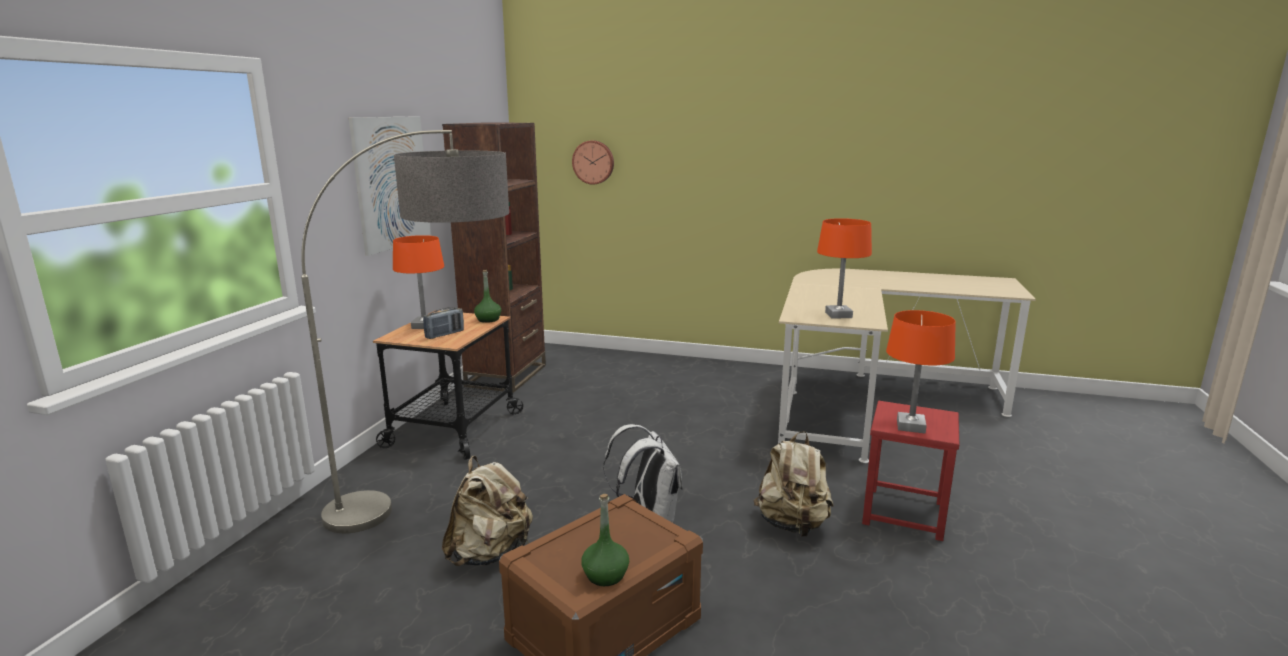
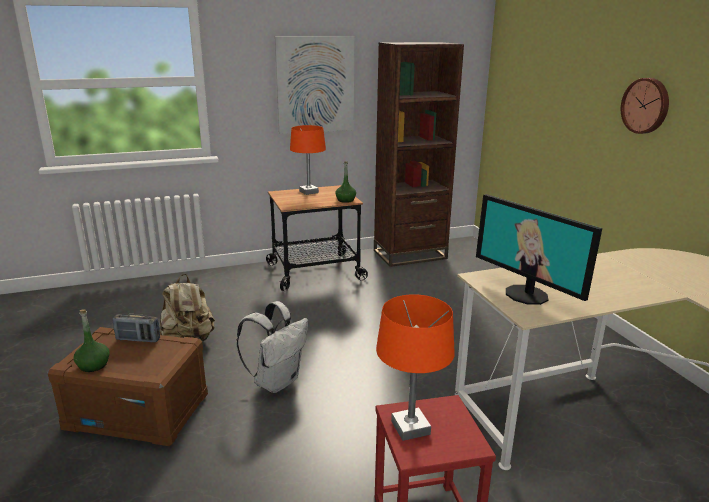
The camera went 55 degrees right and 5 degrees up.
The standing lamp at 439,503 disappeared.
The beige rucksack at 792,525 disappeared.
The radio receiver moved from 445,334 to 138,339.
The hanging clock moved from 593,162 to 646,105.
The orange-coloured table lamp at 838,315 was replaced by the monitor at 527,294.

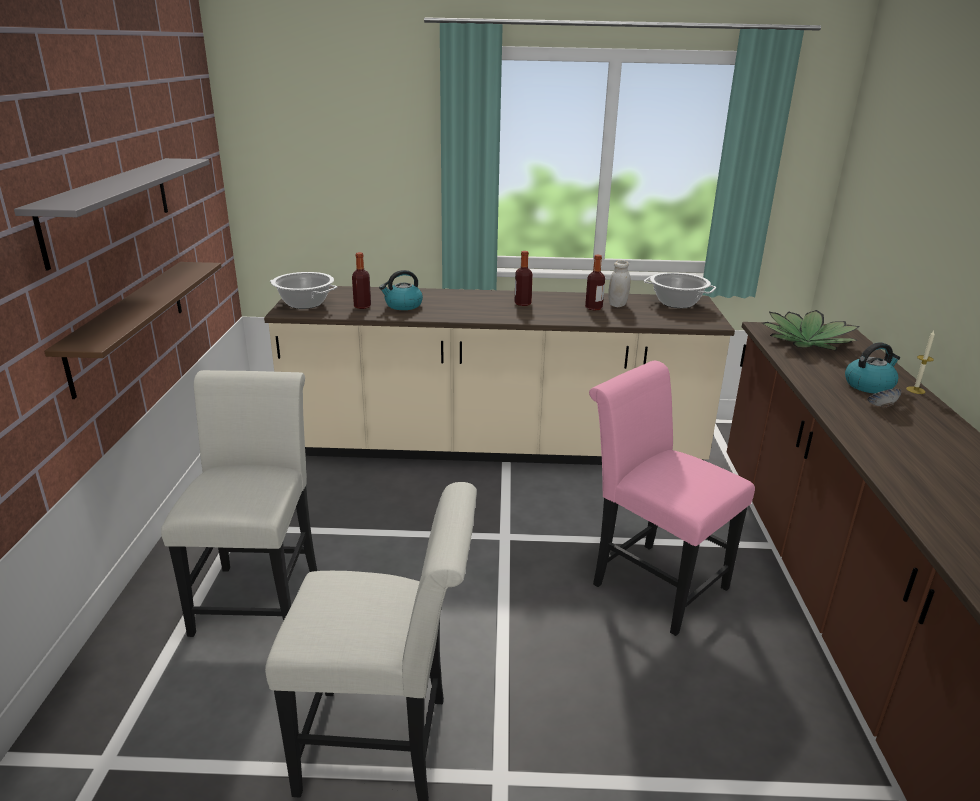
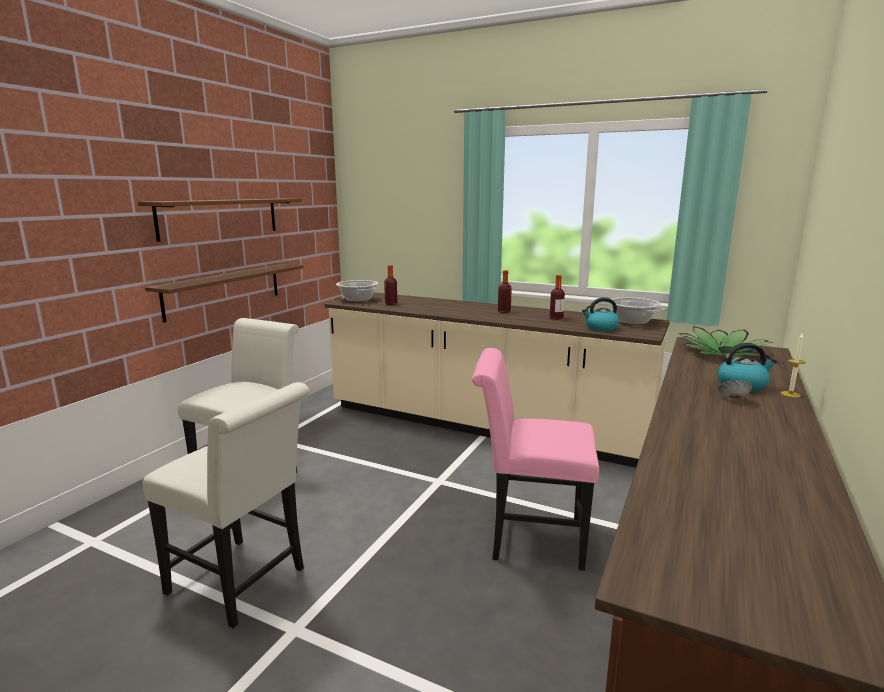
The camera went 25 degrees right and 10 degrees down.
The whitish preserve jar at 617,305 disappeared.
The tea kettle moved from 403,305 to 601,328.
The greyish shelf at 109,208 became the brown shelf at 220,217.
The pink-coloured upright chair at 652,581 turned 60 degrees counterclockwise.

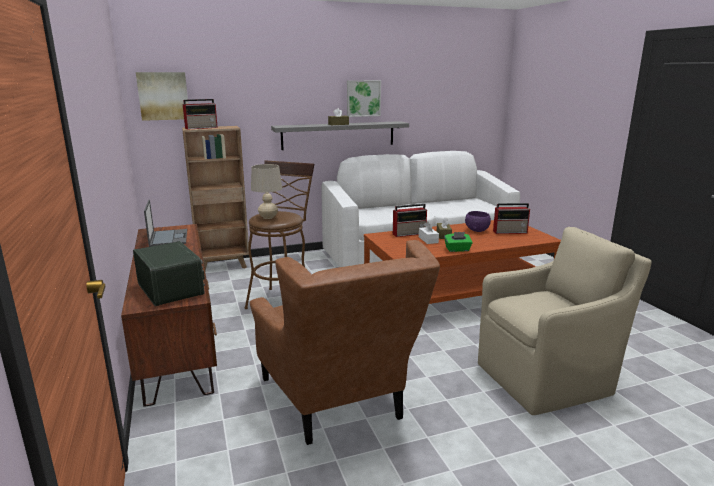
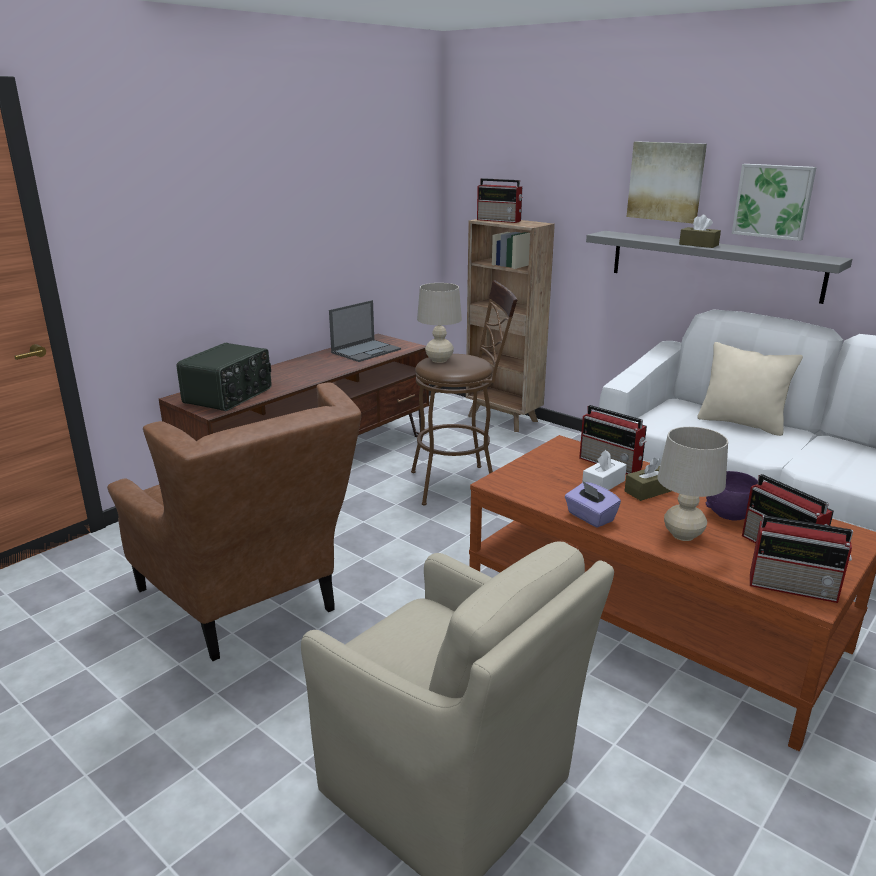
The camera went 60 degrees right and 5 degrees up.
The beige table lamp at 682,535 appeared.
The beige throw pillow at 741,423 appeared.
The radio receiver at 794,587 appeared.
The picture moved from 163,96 to 666,181.
The green box of tissues at 457,249 became the purple-coloured box of tissues at 590,517.
The brown armchair at 339,404 turned 75 degrees counterclockwise.

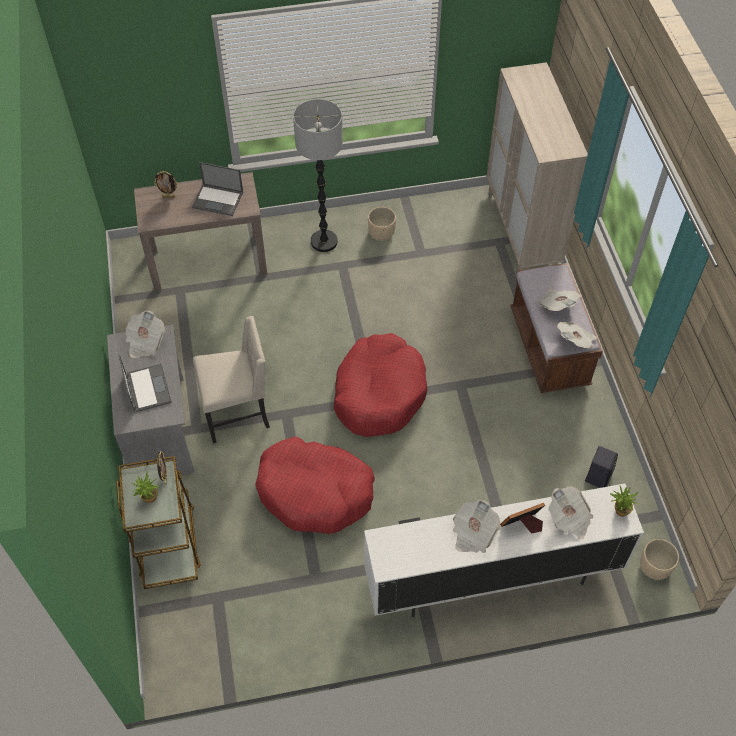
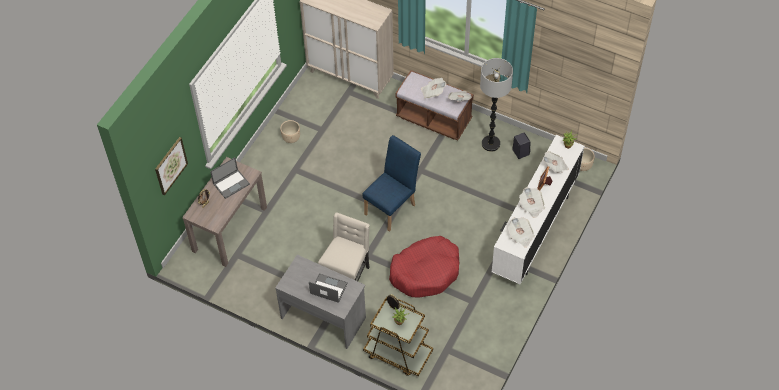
The camera went 50 degrees left and 0 degrees up.
The picture at 170,165 appeared.
The printed paper moved from 145,342 to 521,236.
The standing lamp moved from 324,242 to 490,144.
The red dog bed at 379,393 was replaced by the blue-coloured upright chair at 392,207.

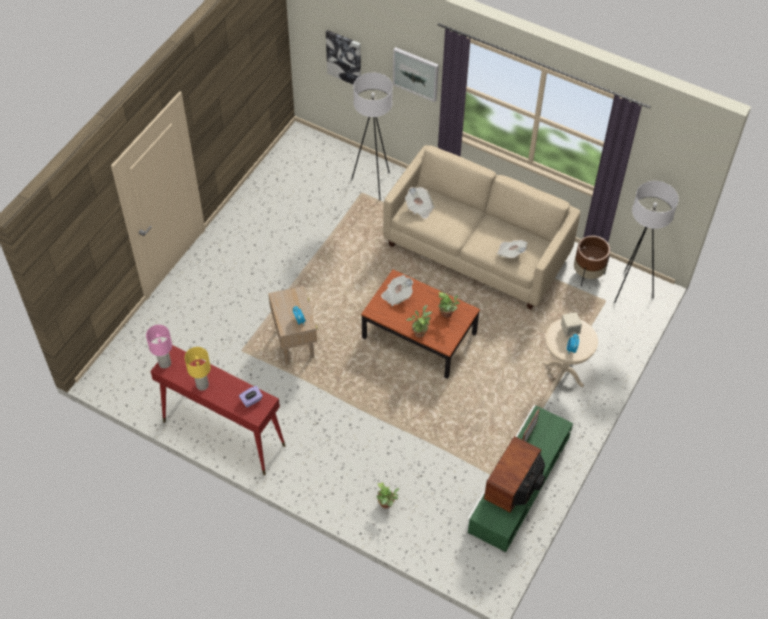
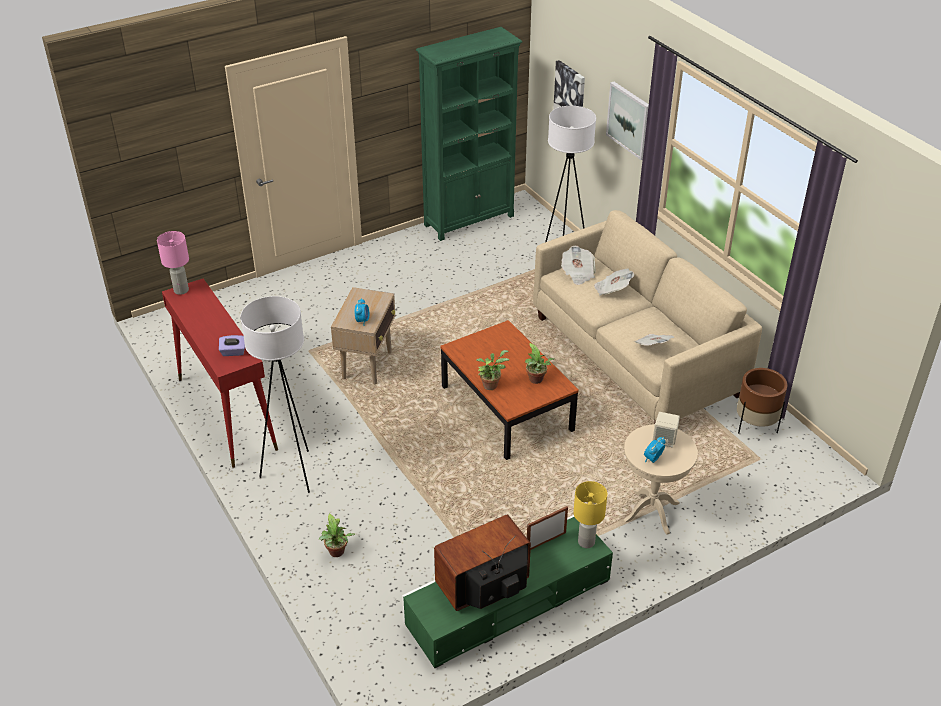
The camera went 30 degrees right and 15 degrees down.
The green shelving unit at 469,220 appeared.
The yellowish table lamp moved from 202,385 to 585,542.
The printed paper moved from 397,295 to 612,290.
The whitish standing lamp moved from 630,290 to 293,472.

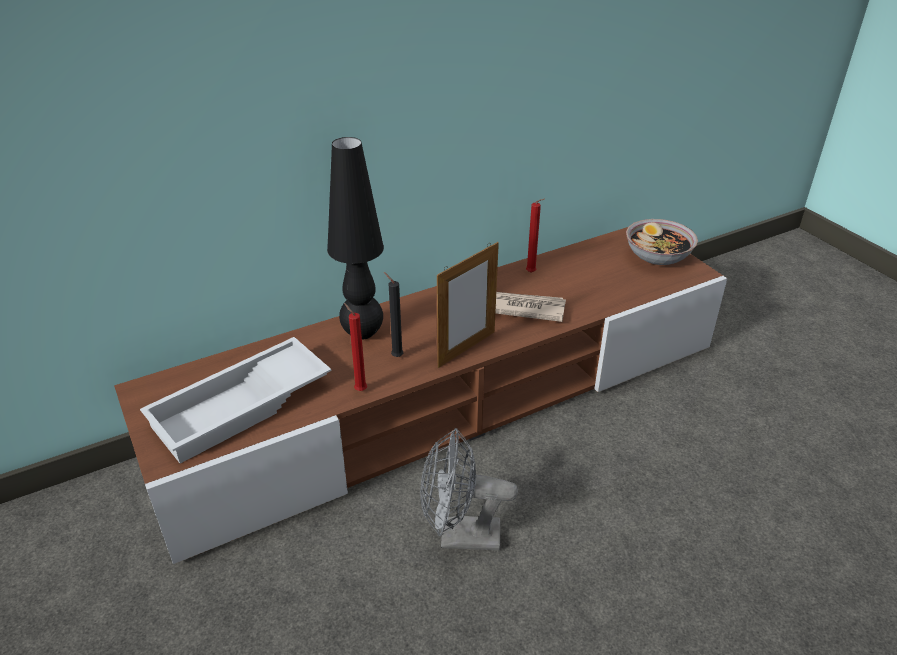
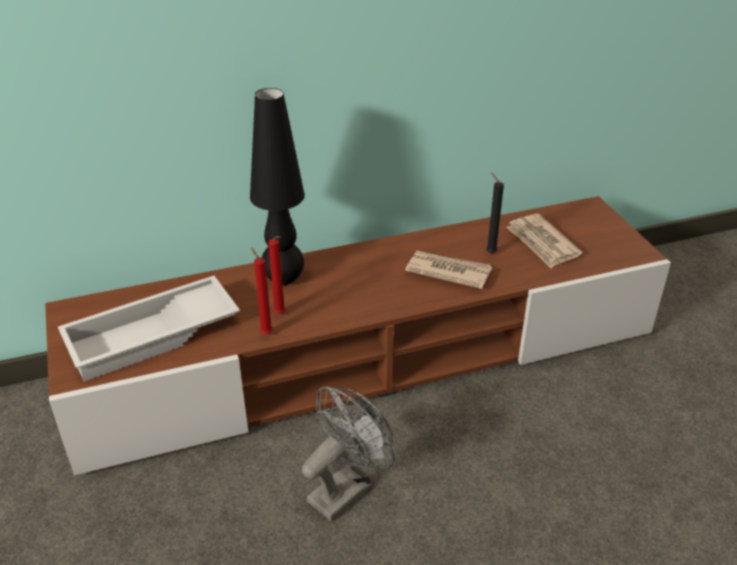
The camera went 10 degrees right and 0 degrees up.
The standing frame at 466,349 disappeared.
The deep dish at 657,256 disappeared.
The printed paper at 542,243 appeared.
The black wax candle moved from 395,356 to 489,252.
The red wax candle moved from 532,273 to 281,314.
The greyish electric fan at 459,536 turned 120 degrees clockwise.

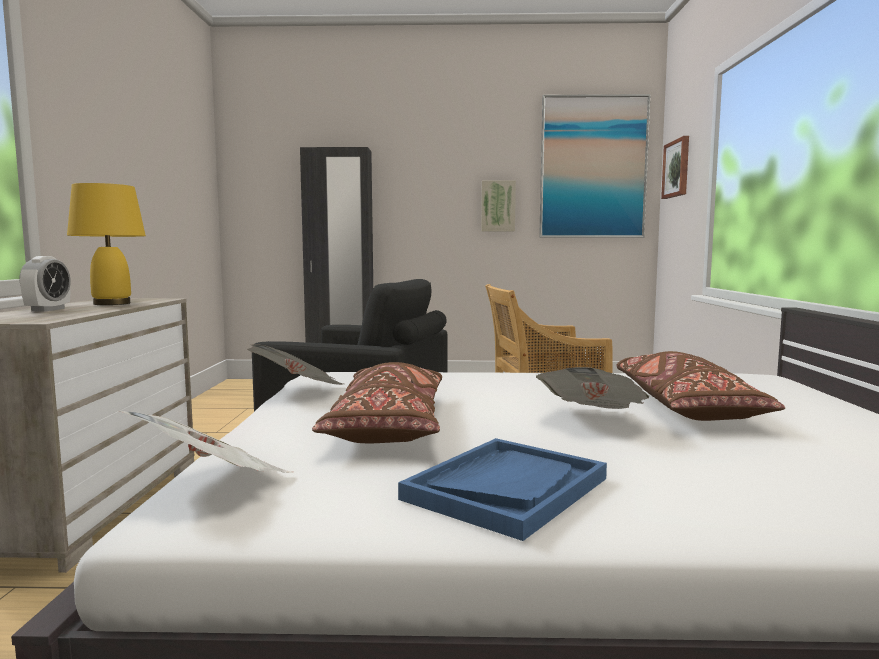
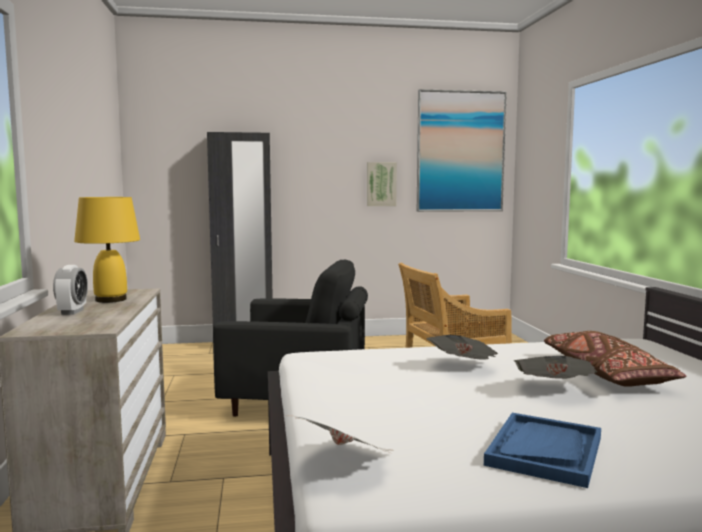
The camera went 10 degrees left and 0 degrees up.
The brown throw pillow at 389,425 disappeared.
The picture at 677,168 disappeared.
The printed paper moved from 299,391 to 463,367.

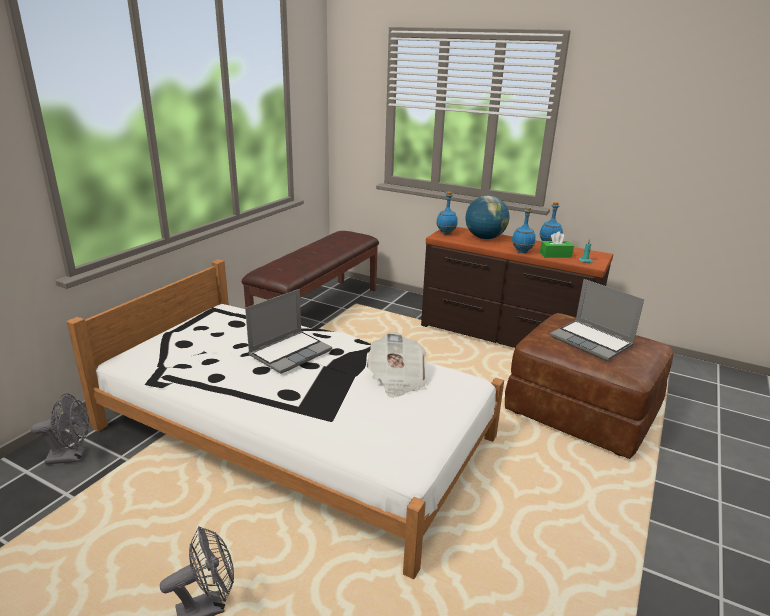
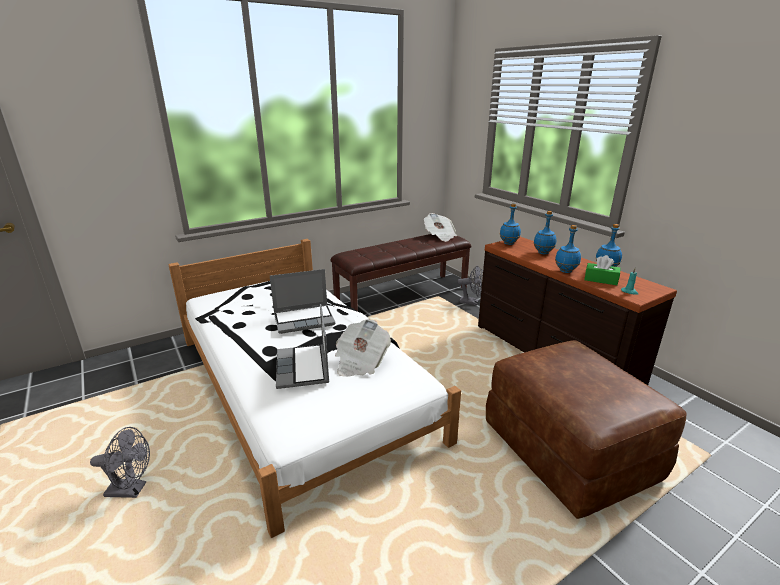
The camera went 30 degrees right and 0 degrees up.
The printed paper at 439,236 appeared.
The greyish electric fan moved from 72,456 to 472,302.
The laptop moved from 592,341 to 303,368.
The desk globe at 485,238 was replaced by the blue-coloured beverage bottle at 542,253.

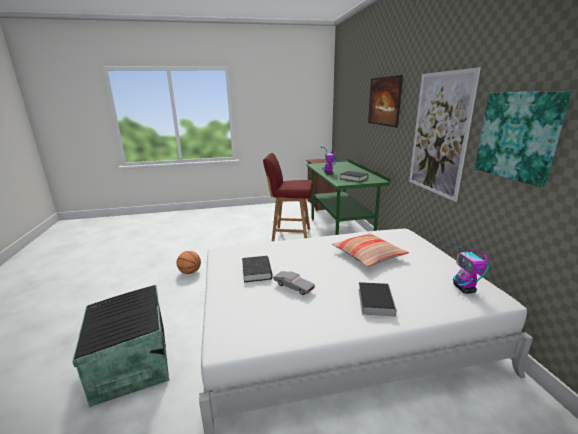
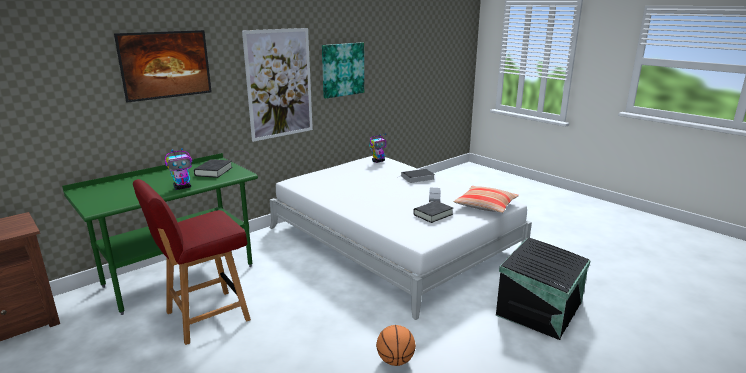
The camera went 120 degrees left and 0 degrees up.
The throw pillow moved from 368,256 to 485,206.
The red upright chair at 290,234 turned 75 degrees clockwise.

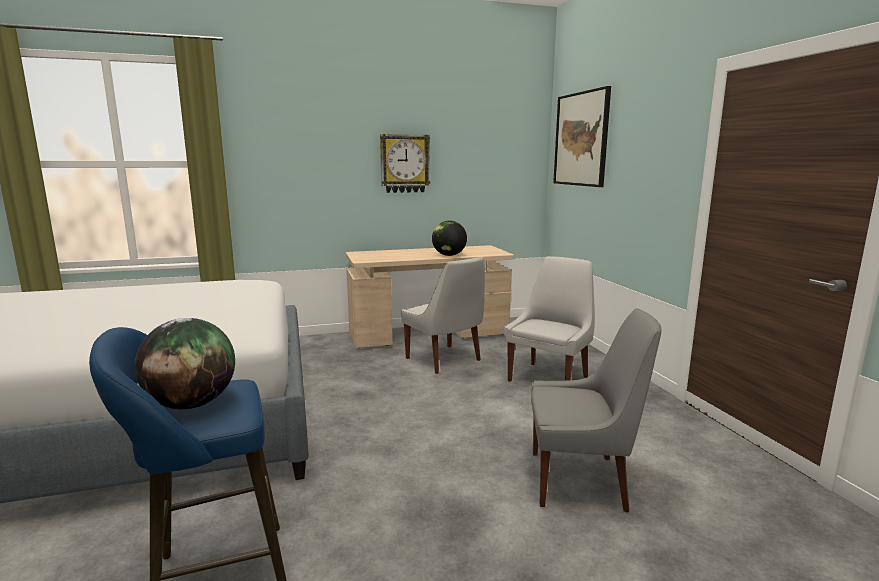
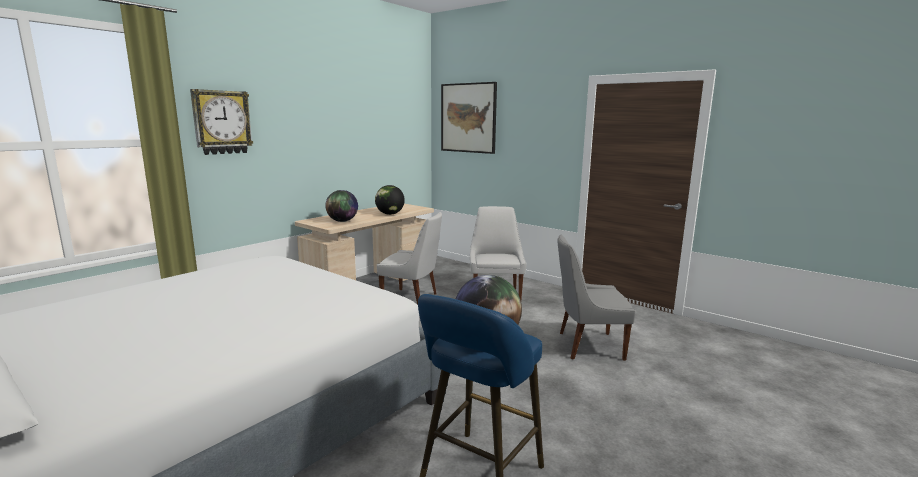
The camera went 35 degrees left and 0 degrees up.
The desk globe at 342,221 appeared.
The hanging clock moved from 404,163 to 222,122.
The greyish upright chair at 582,481 turned 150 degrees counterclockwise.

